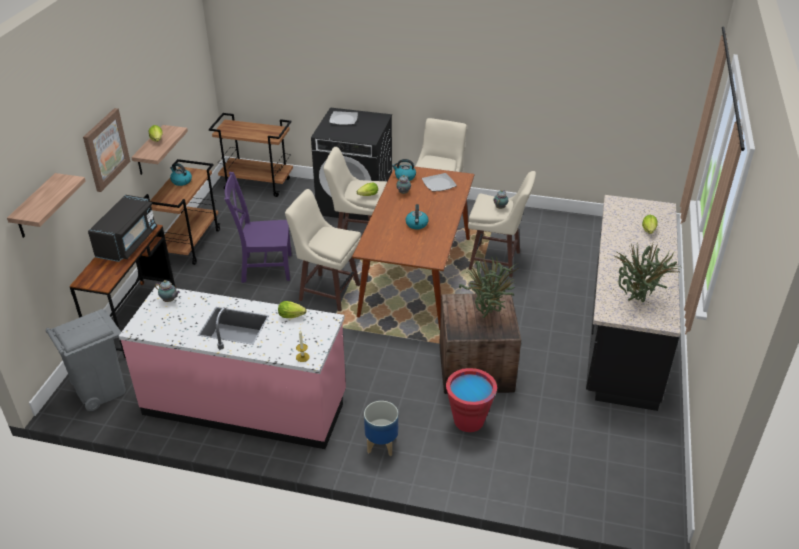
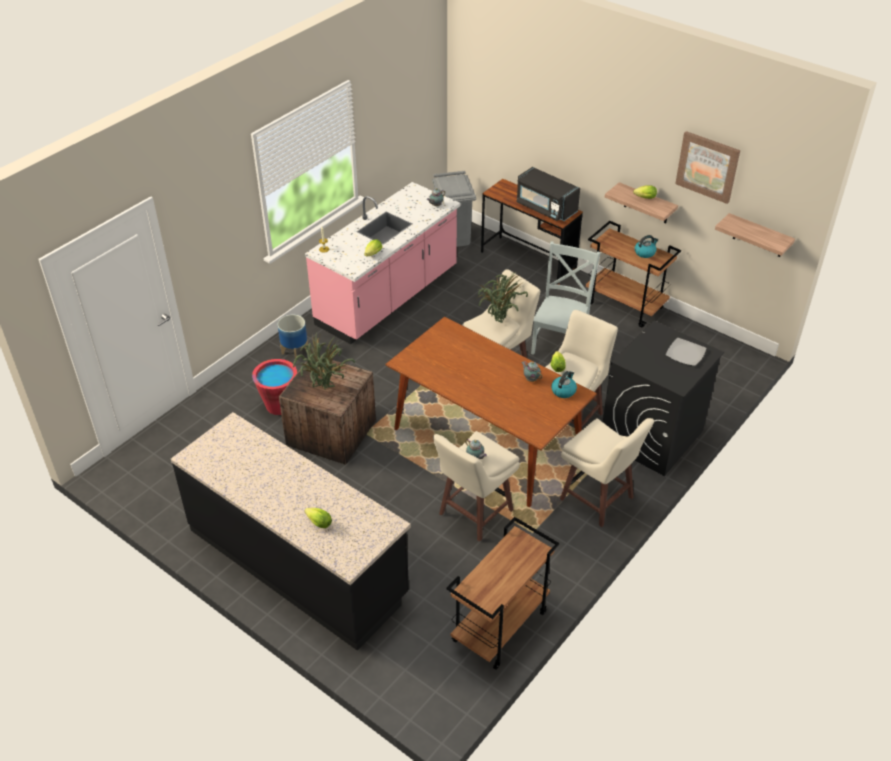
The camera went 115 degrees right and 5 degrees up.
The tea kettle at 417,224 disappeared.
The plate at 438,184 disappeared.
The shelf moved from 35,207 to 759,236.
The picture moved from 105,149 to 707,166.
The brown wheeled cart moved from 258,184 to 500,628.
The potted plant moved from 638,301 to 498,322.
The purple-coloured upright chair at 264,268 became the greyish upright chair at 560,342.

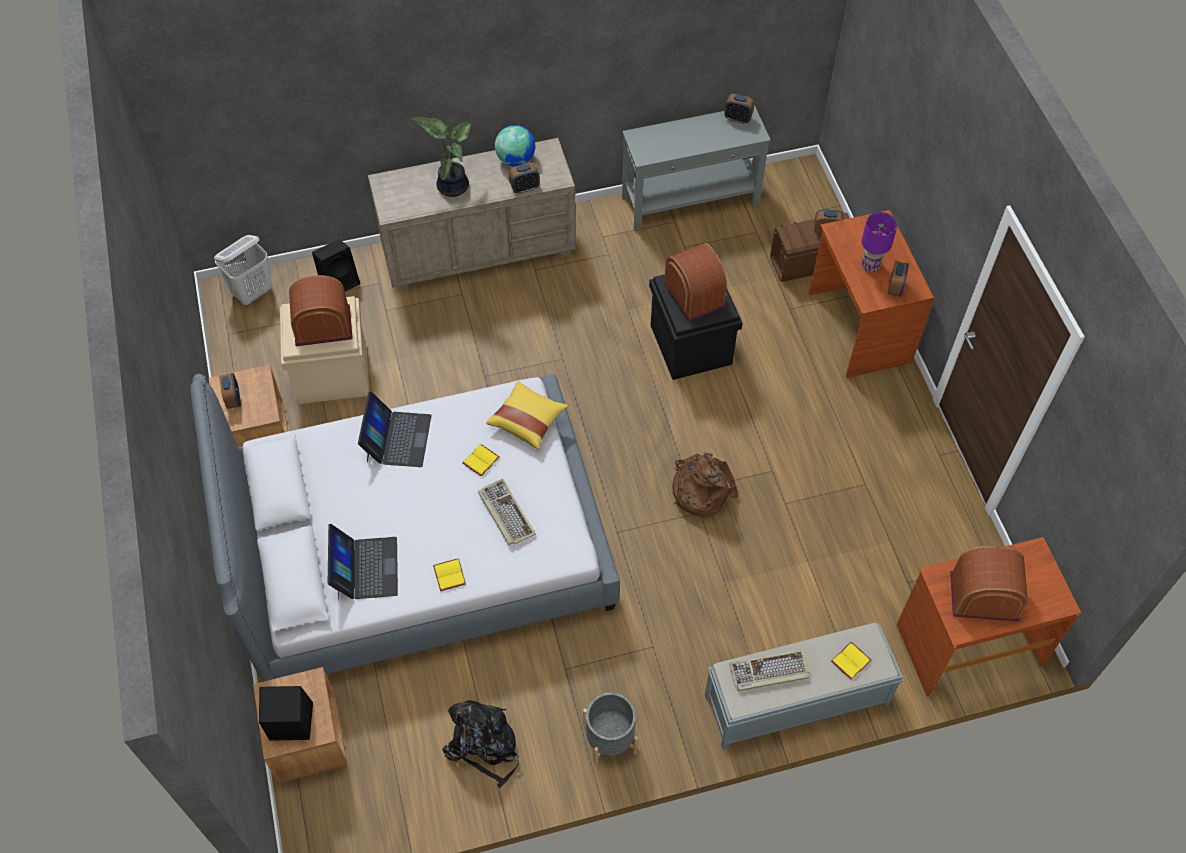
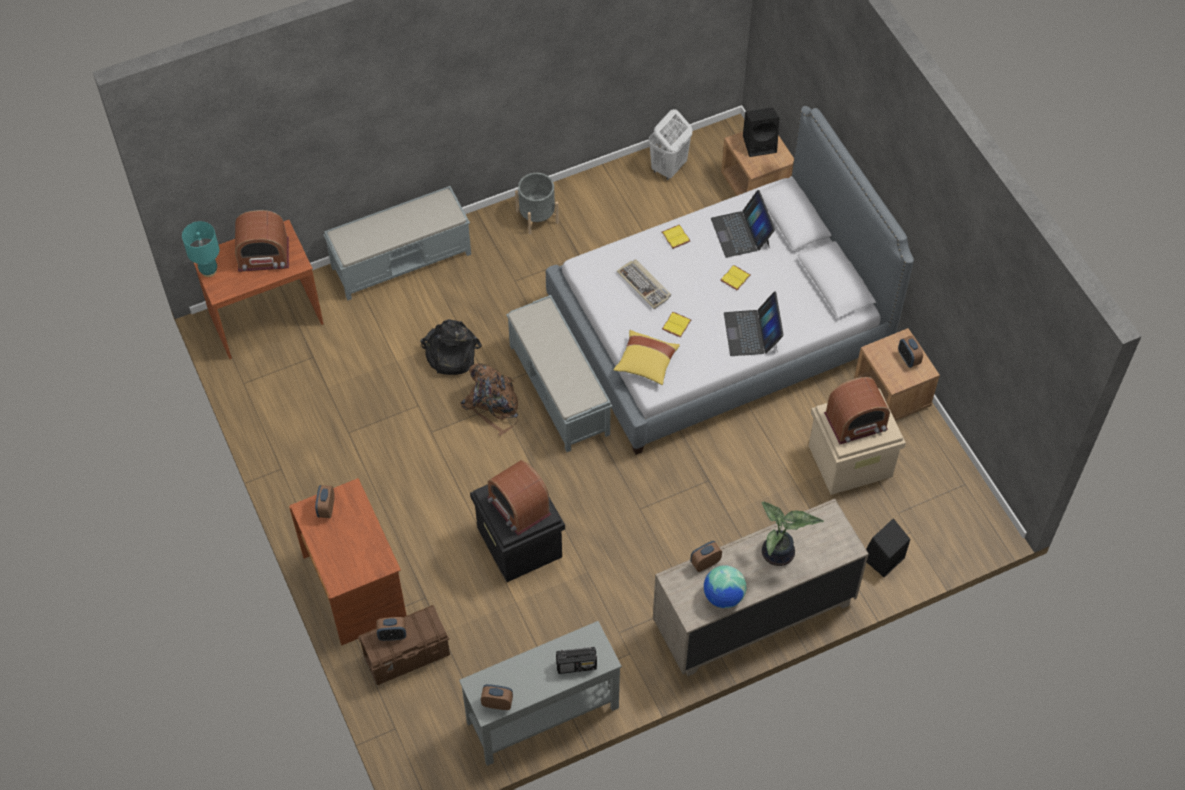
The camera went 170 degrees right and 0 degrees up.
The PC keyboard at 769,672 disappeared.
The purple-coloured table lamp at 870,265 disappeared.
The turquoise-coloured table lamp at 208,271 appeared.
The greyish indoor bench at 559,390 appeared.
The radio receiver at 577,665 appeared.
The whitish washing basket moved from 253,292 to 668,167.
The black rucksack moved from 484,745 to 450,354.
The yellowish volume moved from 850,660 to 735,279.

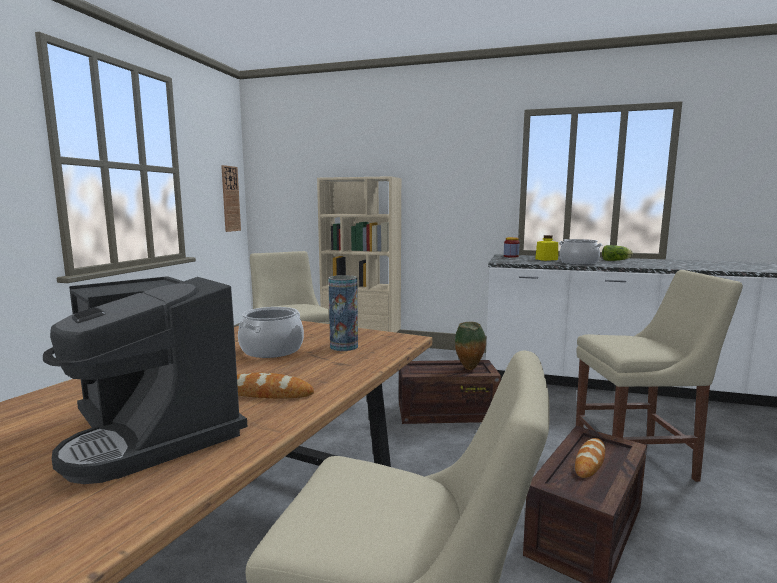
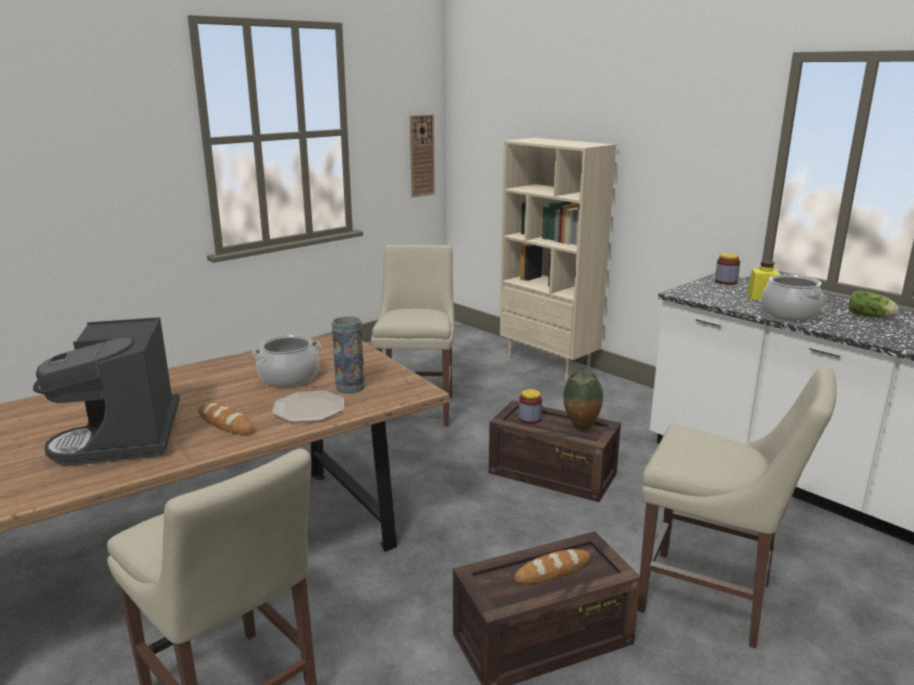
The camera went 30 degrees right and 10 degrees up.
The plate at 308,408 appeared.
The preserve jar at 530,419 appeared.

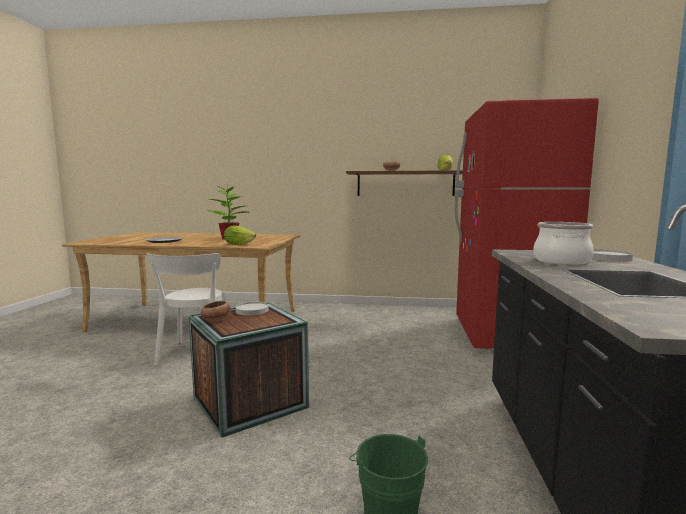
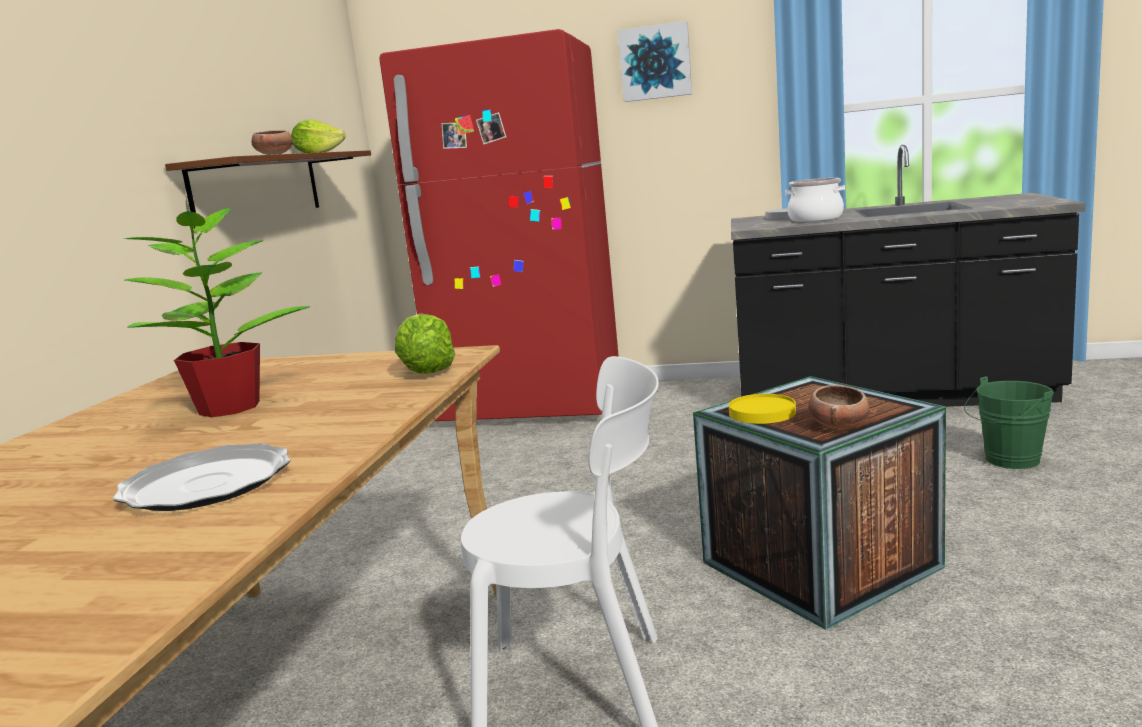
The camera went 85 degrees left and 5 degrees up.
The picture at 655,62 appeared.
The whitish plate at 252,310 became the yellowish plate at 762,413.

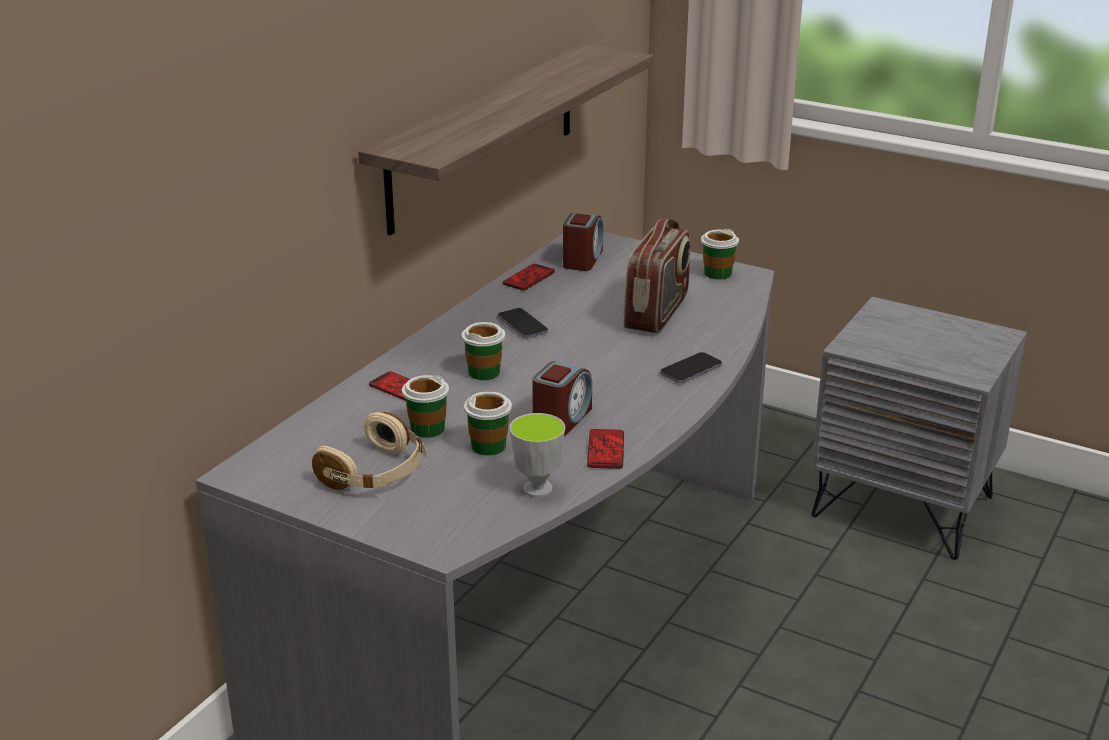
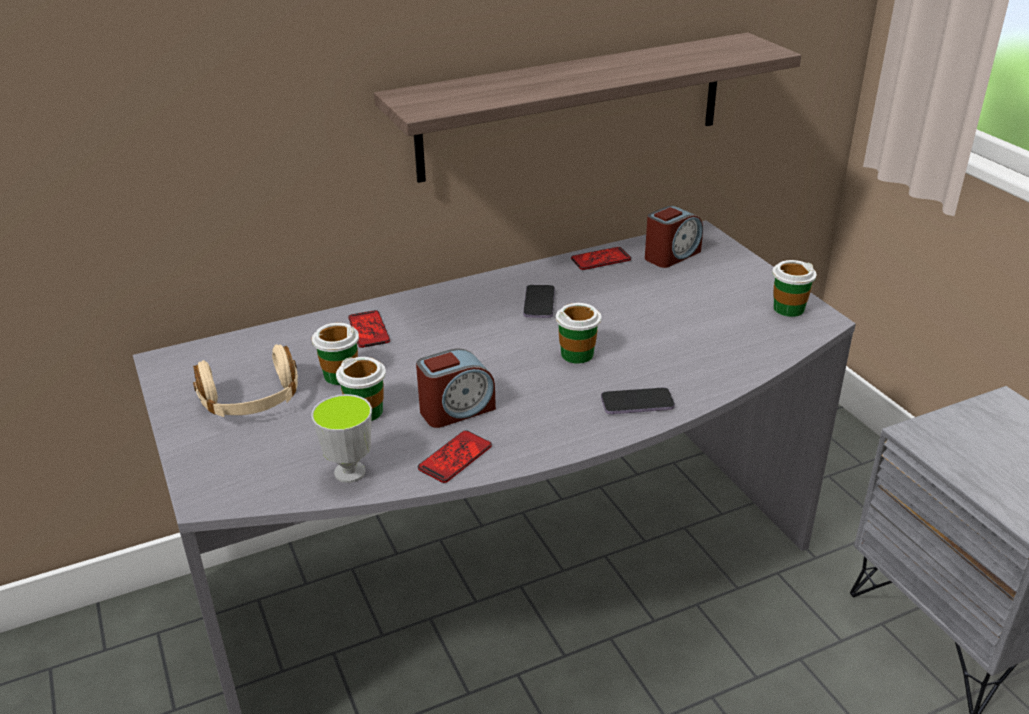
The camera went 35 degrees right and 5 degrees up.
The radio receiver at 657,312 disappeared.
The cup moved from 484,372 to 577,354.

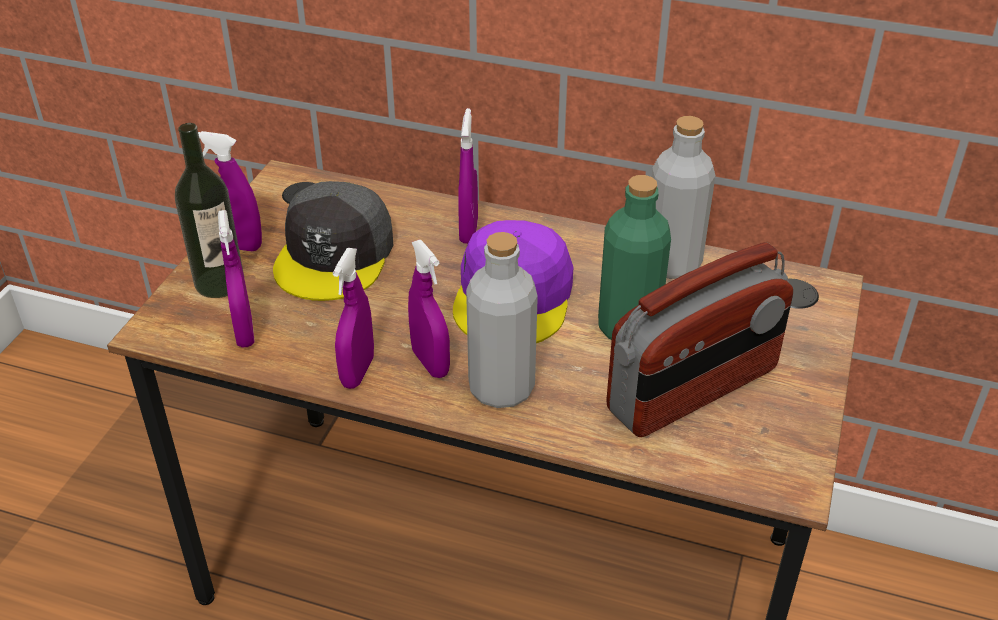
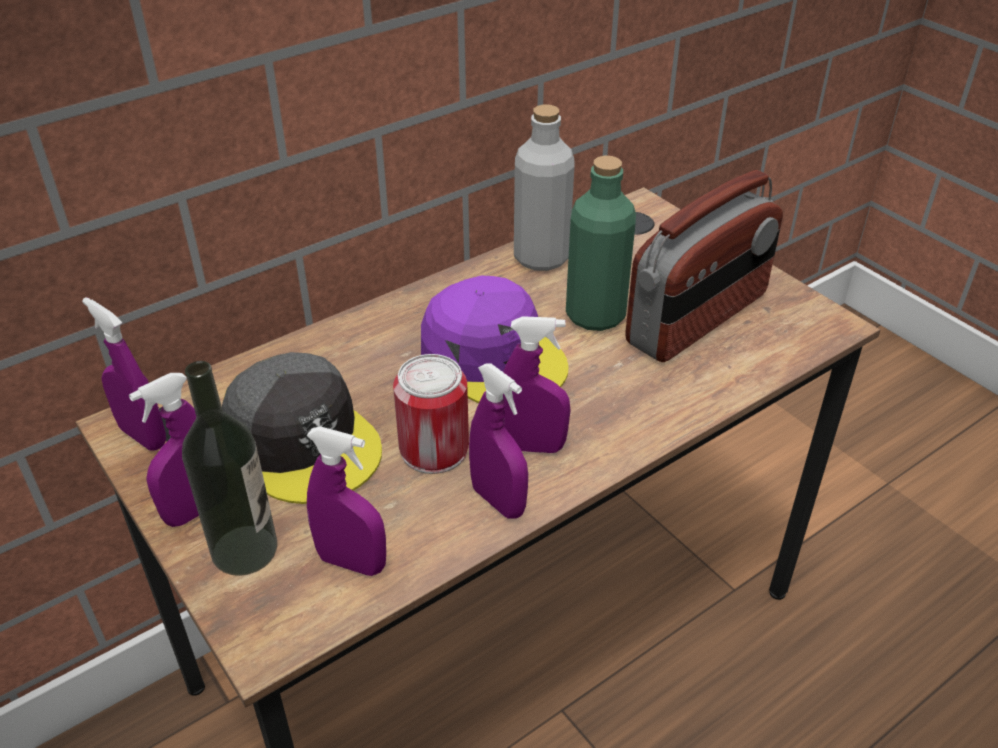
The camera went 55 degrees left and 0 degrees up.
The greyish beverage bottle at 501,388 disappeared.
The metal can at 434,449 appeared.
The purple-coloured hand sprayer moved from 468,231 to 143,436.
The radio receiver at 693,390 turned 45 degrees clockwise.

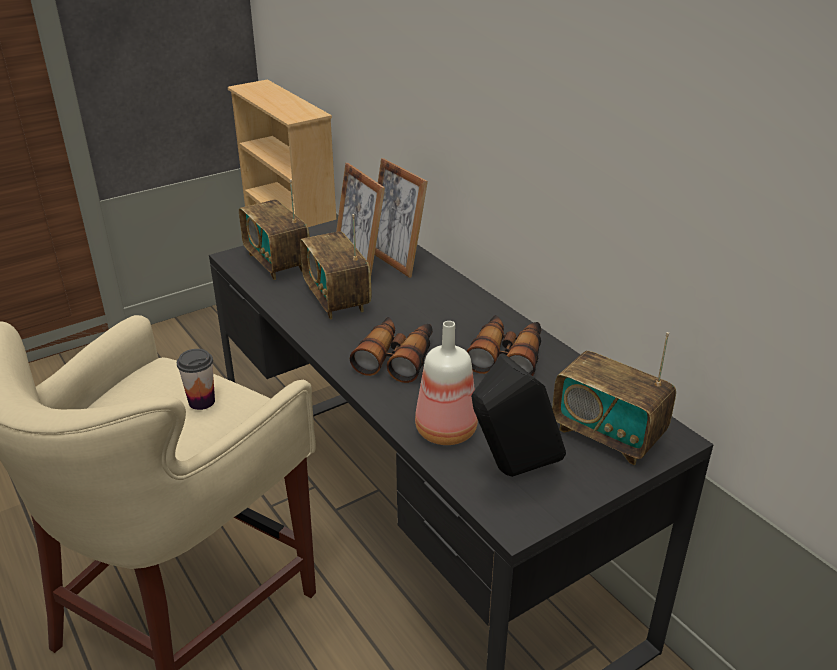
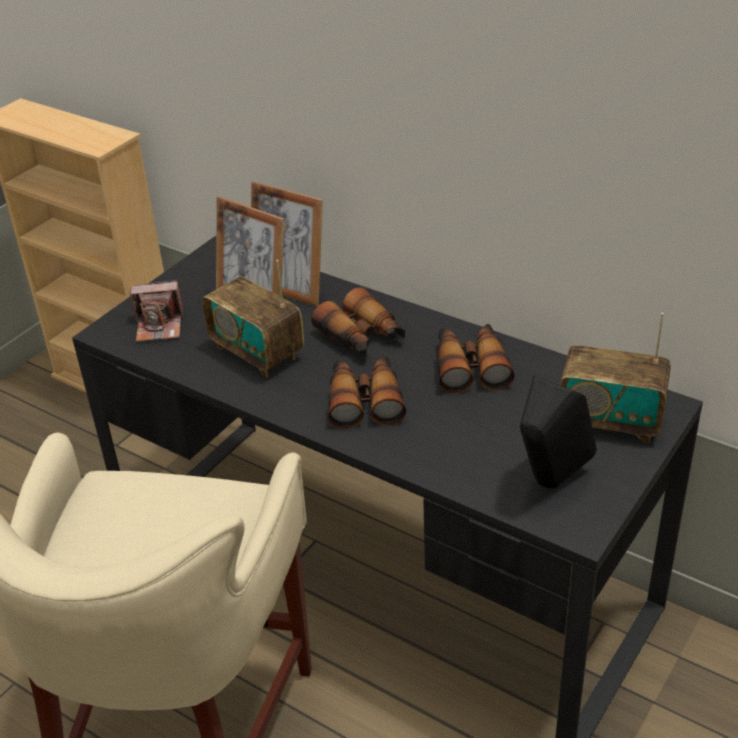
The camera went 20 degrees left and 5 degrees up.
The cup at 201,401 disappeared.
The beverage bottle at 446,432 disappeared.
The pair of binoculars at 362,337 appeared.
The radio receiver at 277,262 was replaced by the still camera at 159,326.

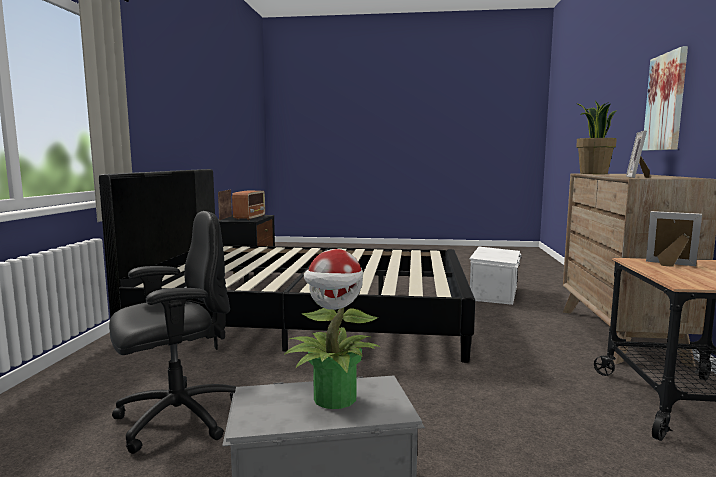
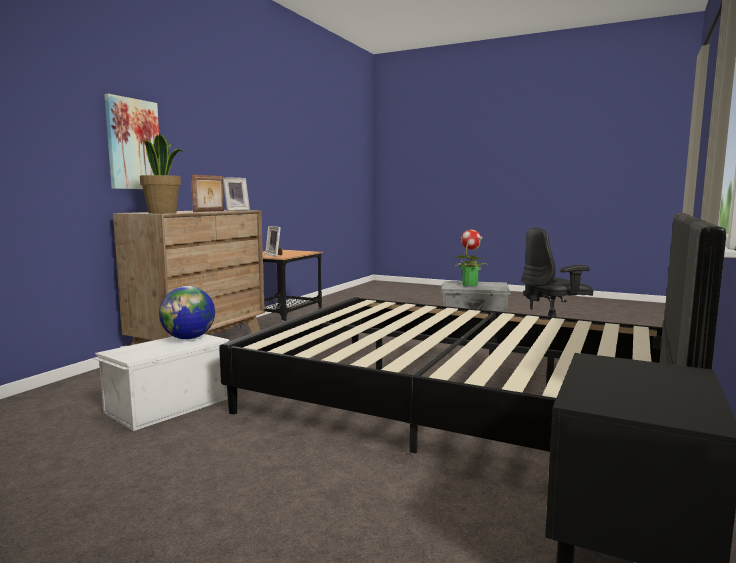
The camera went 160 degrees left and 0 degrees up.
The radio receiver at 250,218 disappeared.
The desk globe at 189,338 appeared.
The standing frame moved from 225,218 to 209,211.

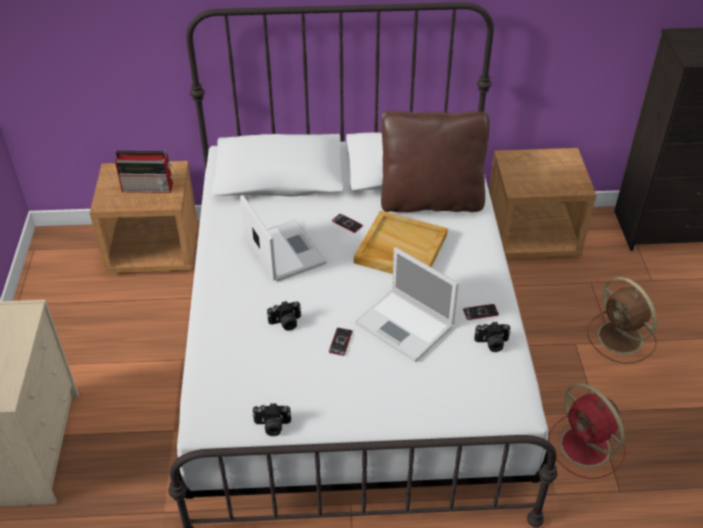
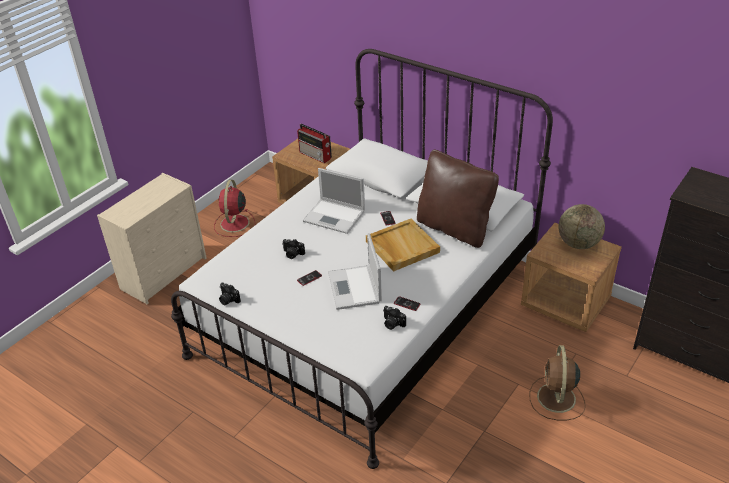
The camera went 40 degrees right and 5 degrees down.
The desk globe at 578,244 appeared.
The red electric fan moved from 586,448 to 234,224.
The laptop at 284,250 turned 105 degrees clockwise.

